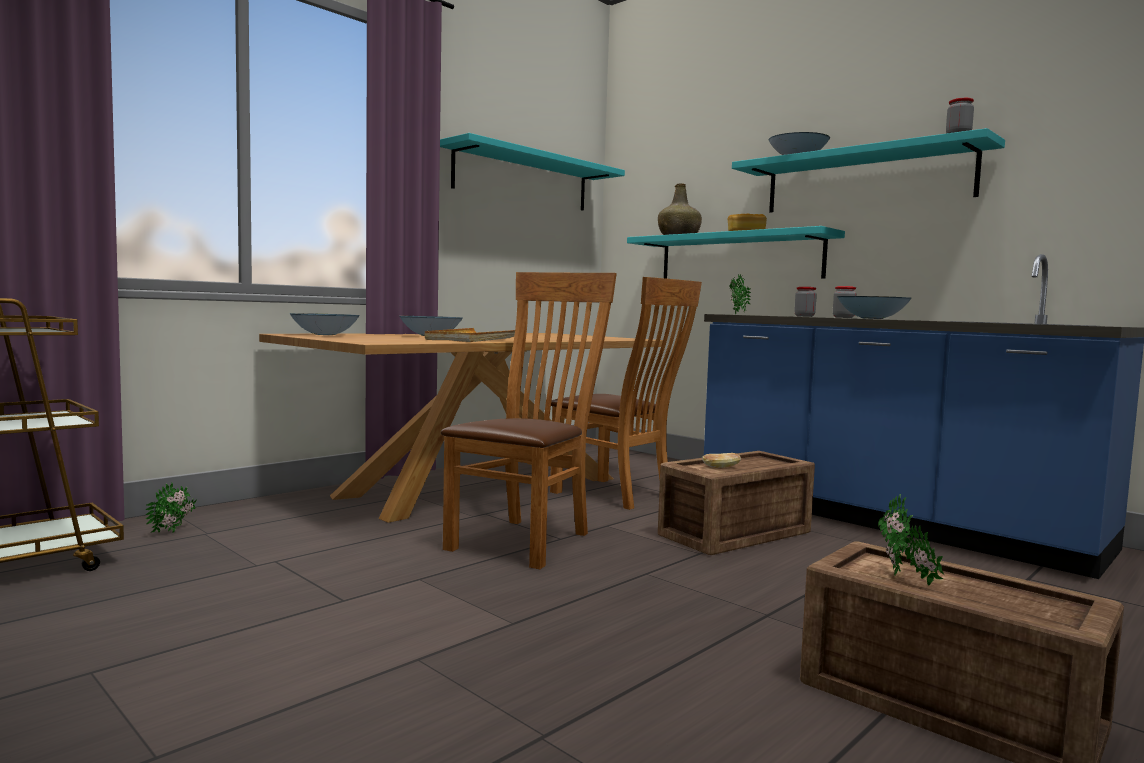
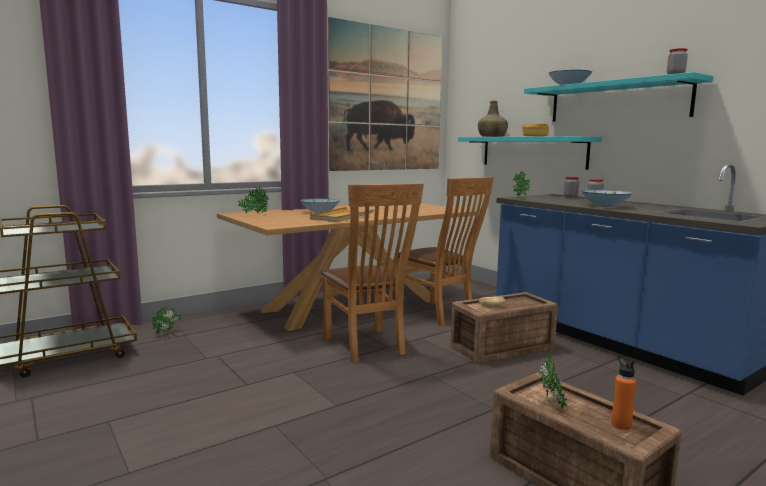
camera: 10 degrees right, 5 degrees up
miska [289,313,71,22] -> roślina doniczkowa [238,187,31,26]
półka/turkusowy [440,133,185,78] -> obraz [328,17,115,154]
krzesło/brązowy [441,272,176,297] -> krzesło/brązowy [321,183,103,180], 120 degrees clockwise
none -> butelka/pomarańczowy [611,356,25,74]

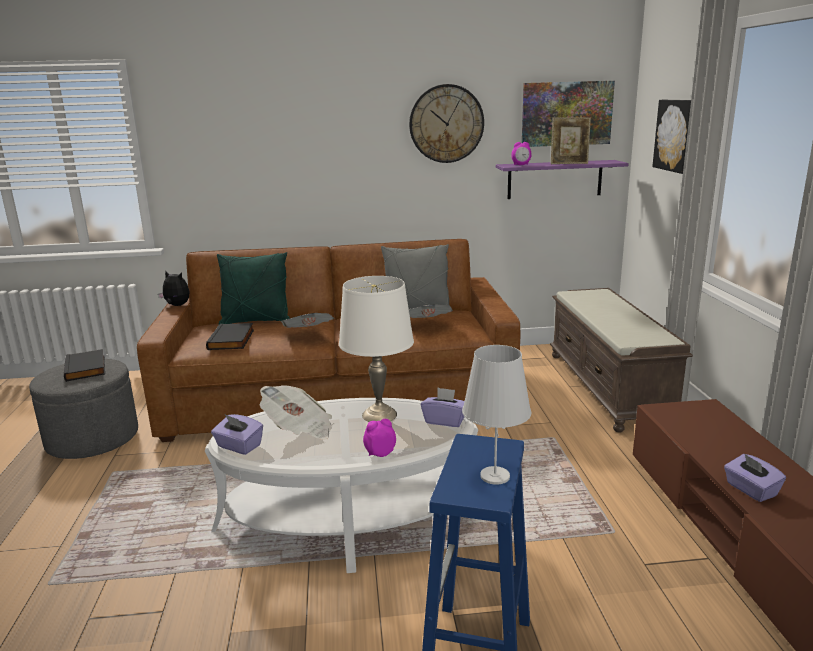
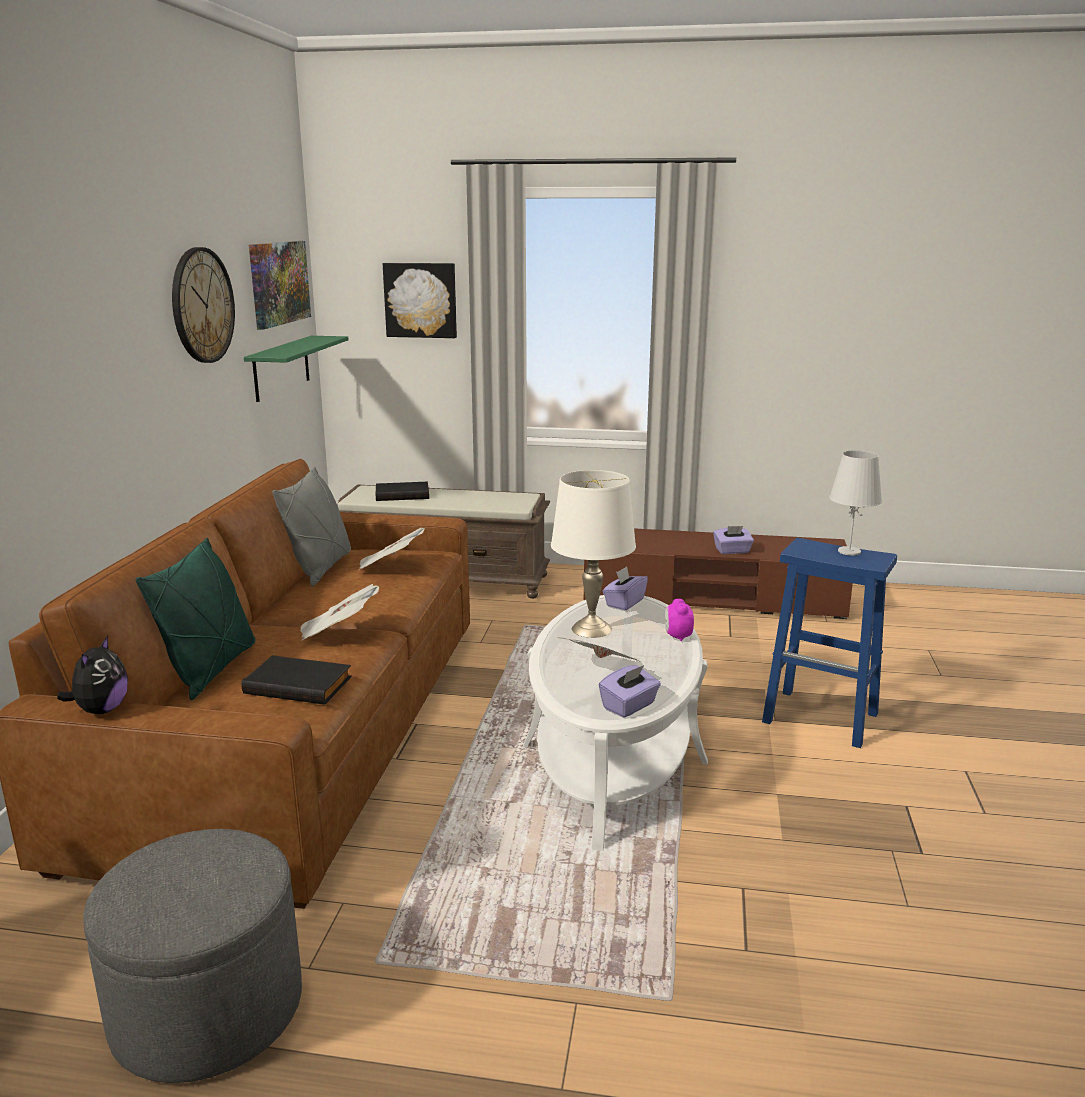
camera: 75 degrees left, 0 degrees up
książka/czarny [64,349,41,33] -> książka/czarny [375,482,54,19], relocated
pluszak [158,270,32,36] -> pluszak [57,635,71,79], 150 degrees clockwise
półka/fioletowy [496,160,133,39] -> półka/zielony [244,336,104,66]
budzik [511,142,21,23] -> none
ramka na zdjęcie [551,117,40,47] -> none

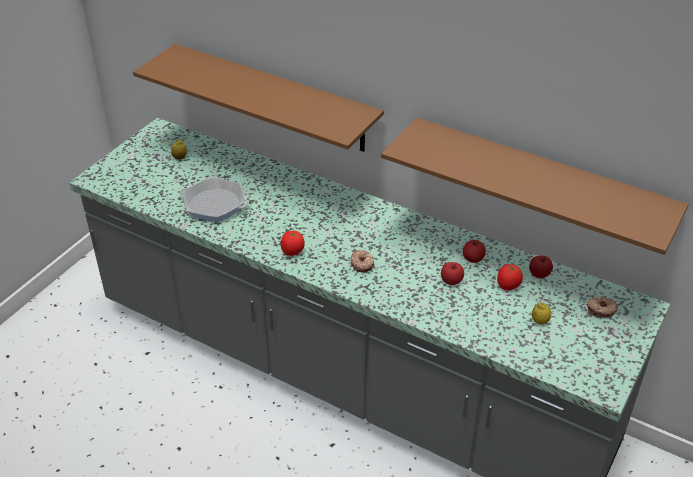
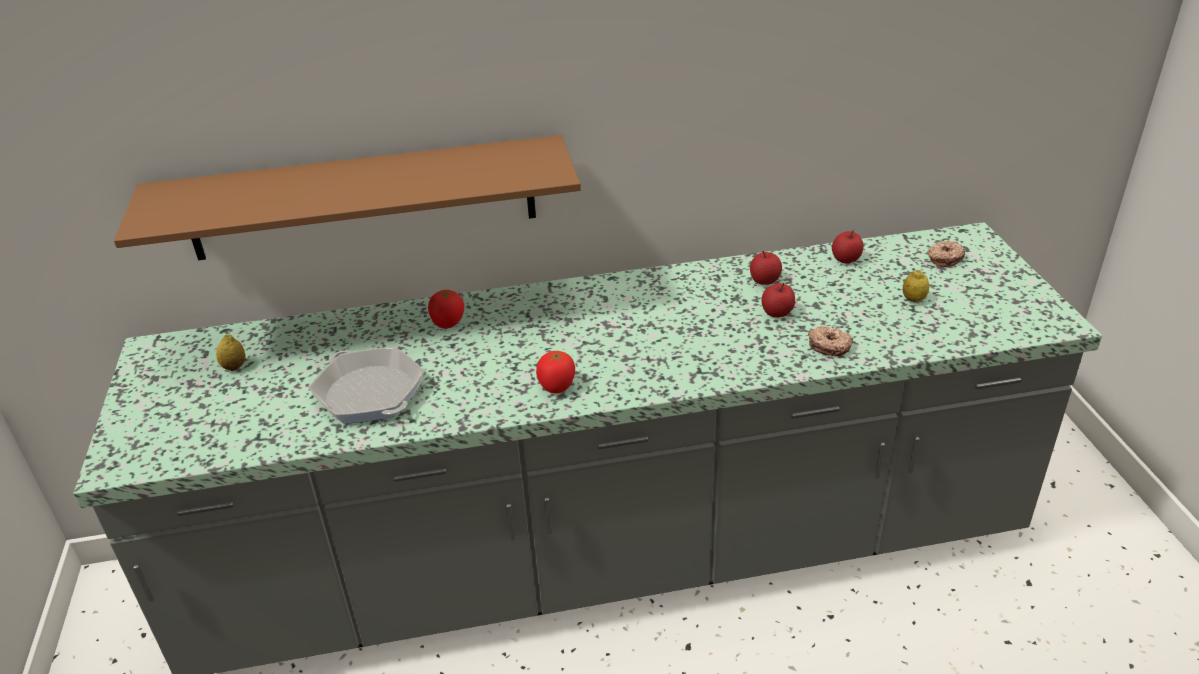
camera: 40 degrees left, 5 degrees down
patelnia [179,178,69,44] -> patelnia [309,347,115,77], 105 degrees counterclockwise
donut [351,250,23,22] -> donut [808,326,45,30], relocated
półka/brązowy [381,117,308,138] -> none
pomidor [497,264,26,26] -> pomidor [428,290,36,39], relocated

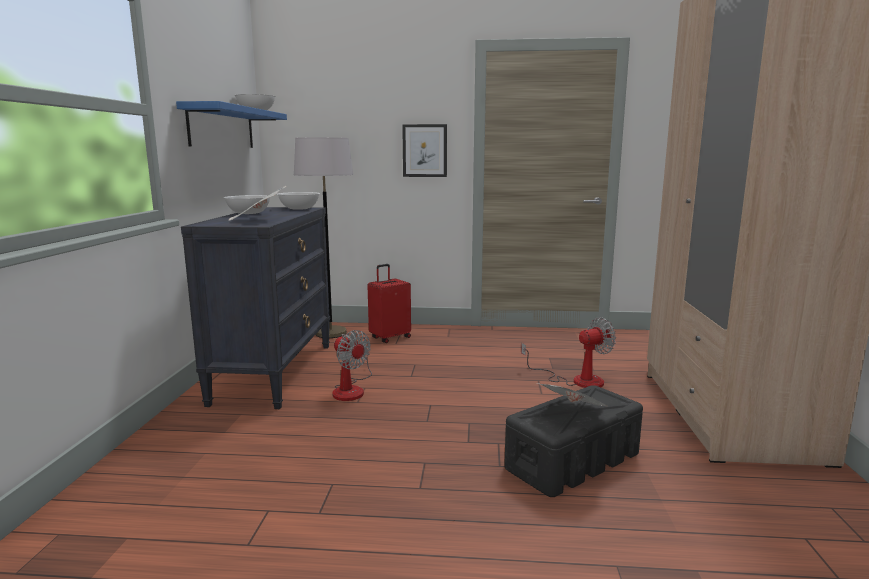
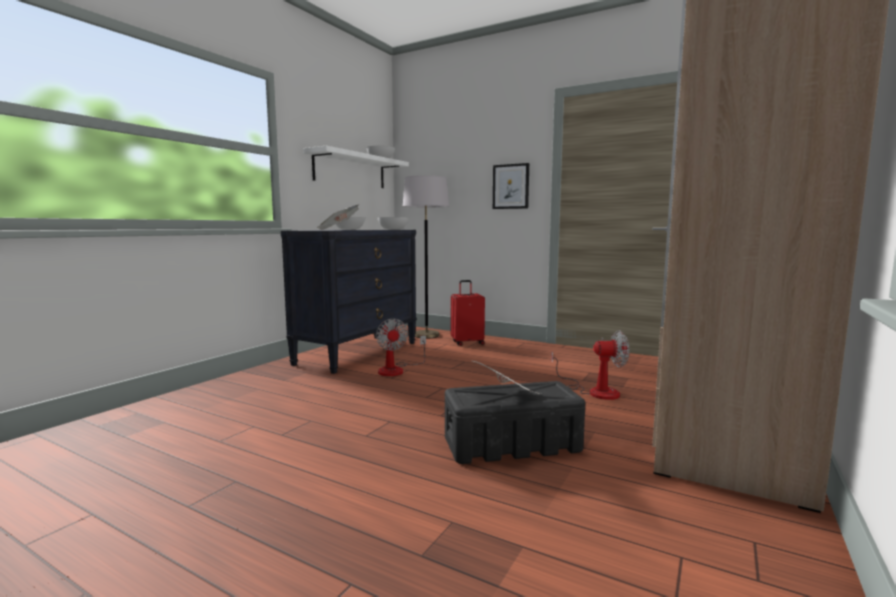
camera: 25 degrees right, 5 degrees down
półka/niebieski [176,101,111,47] -> półka/biały [303,146,106,42]

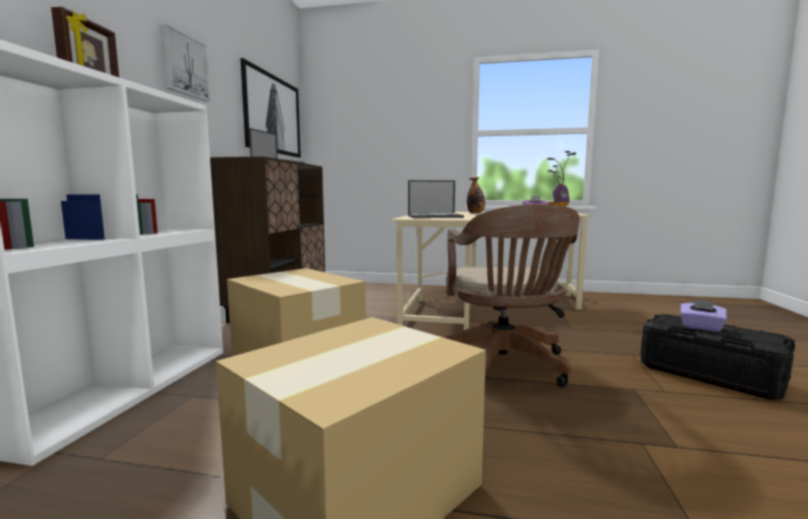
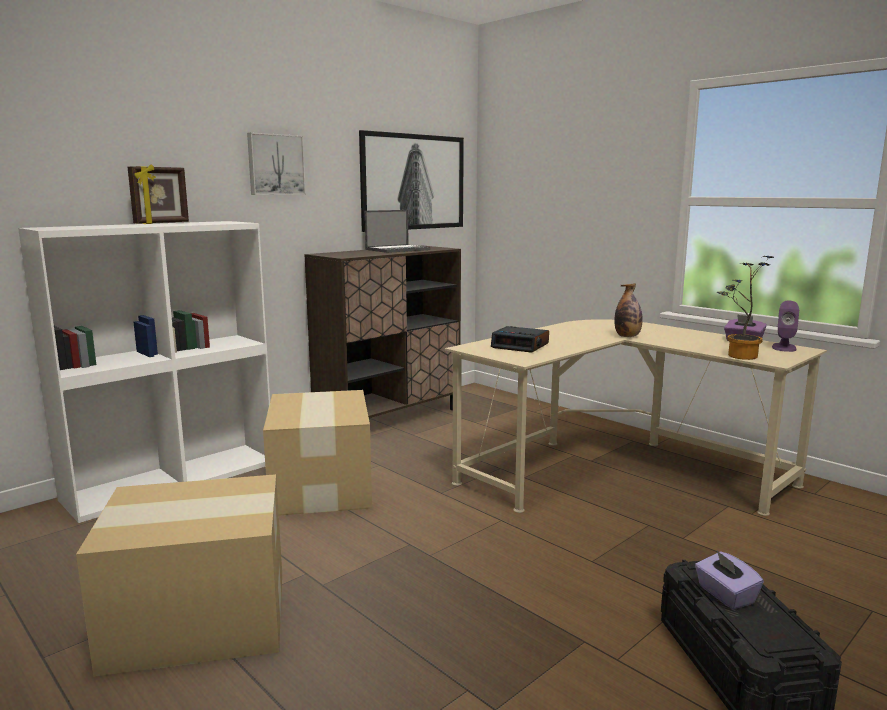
camera: 35 degrees right, 5 degrees up
laptop [408,180,56,38] -> budzik [491,326,58,27]
krzesło biurowe/brązowy [440,204,140,183] -> none

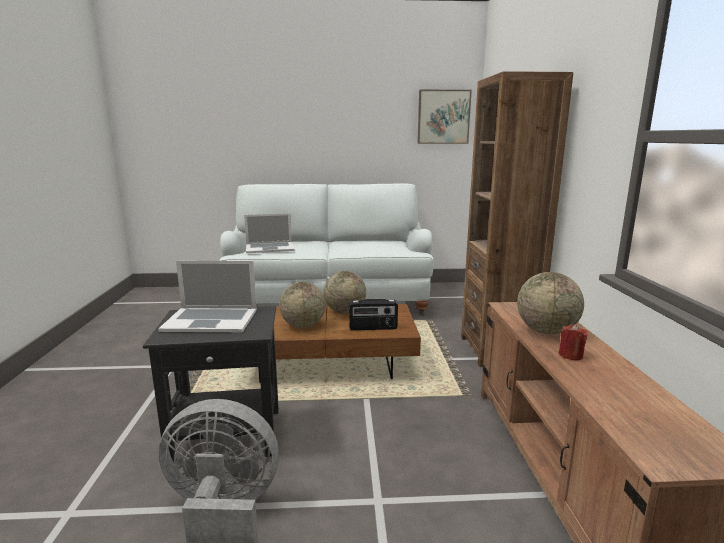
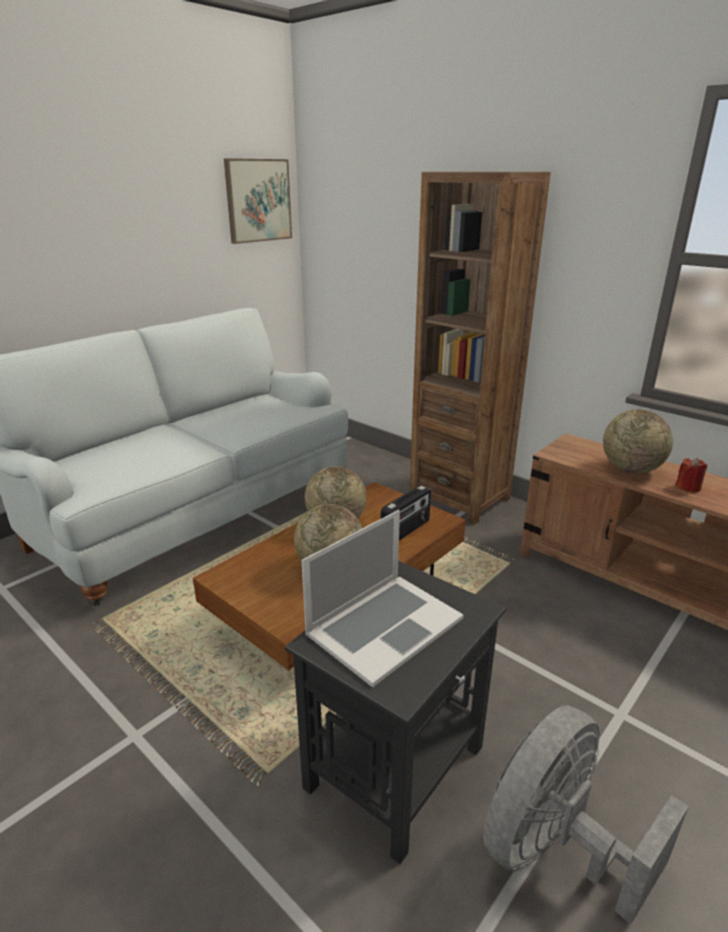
camera: 45 degrees left, 10 degrees up
laptop [244,213,51,40] -> none

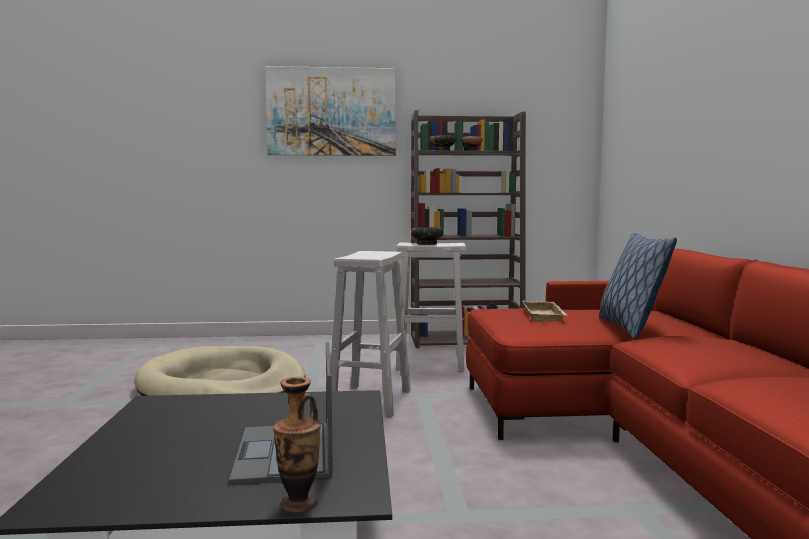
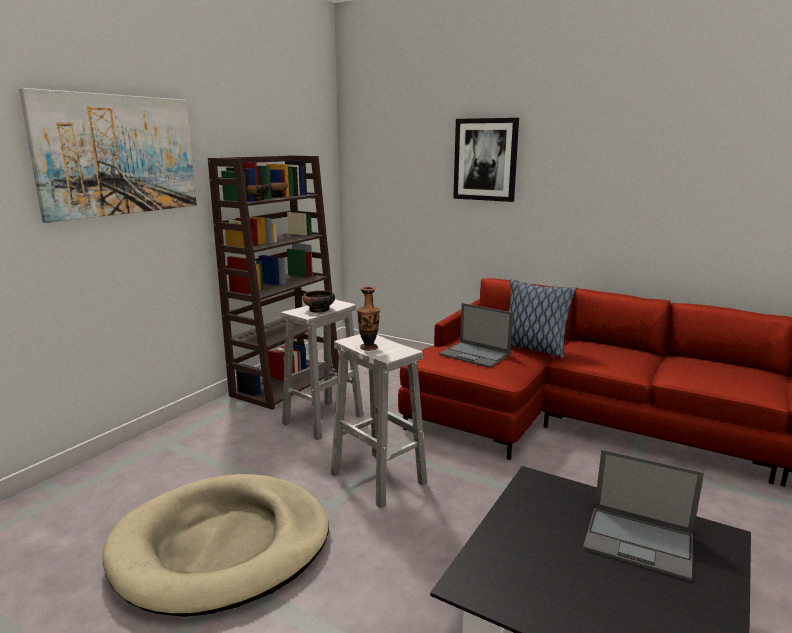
camera: 55 degrees left, 10 degrees up
wazon [273,377,48,136] -> wazon [357,287,23,64], relocated
taca/beżowy [522,301,45,21] -> laptop [439,303,74,65]
none -> obraz [453,118,66,84]

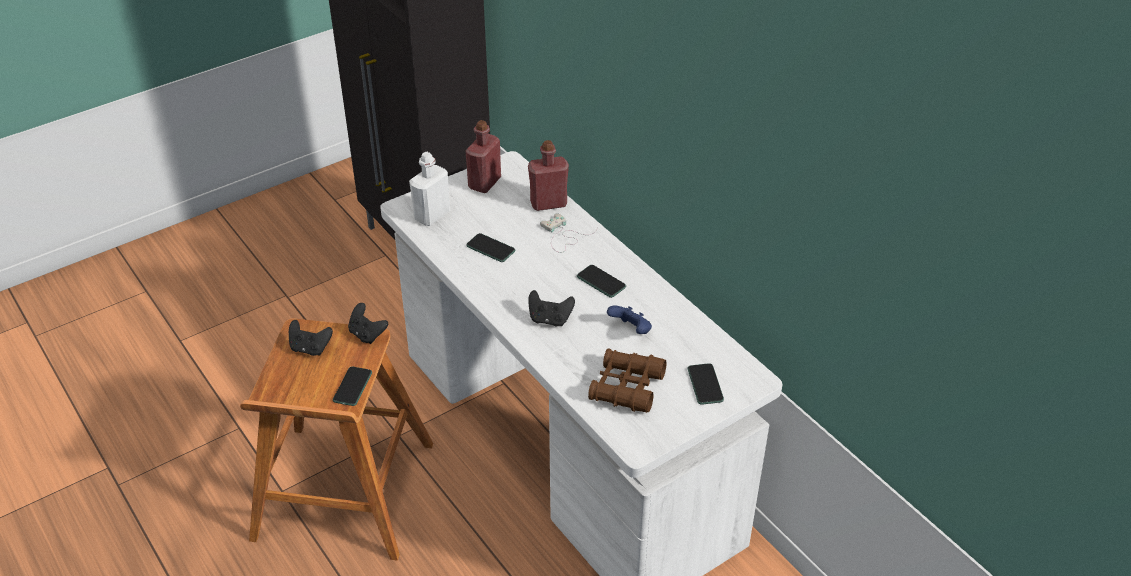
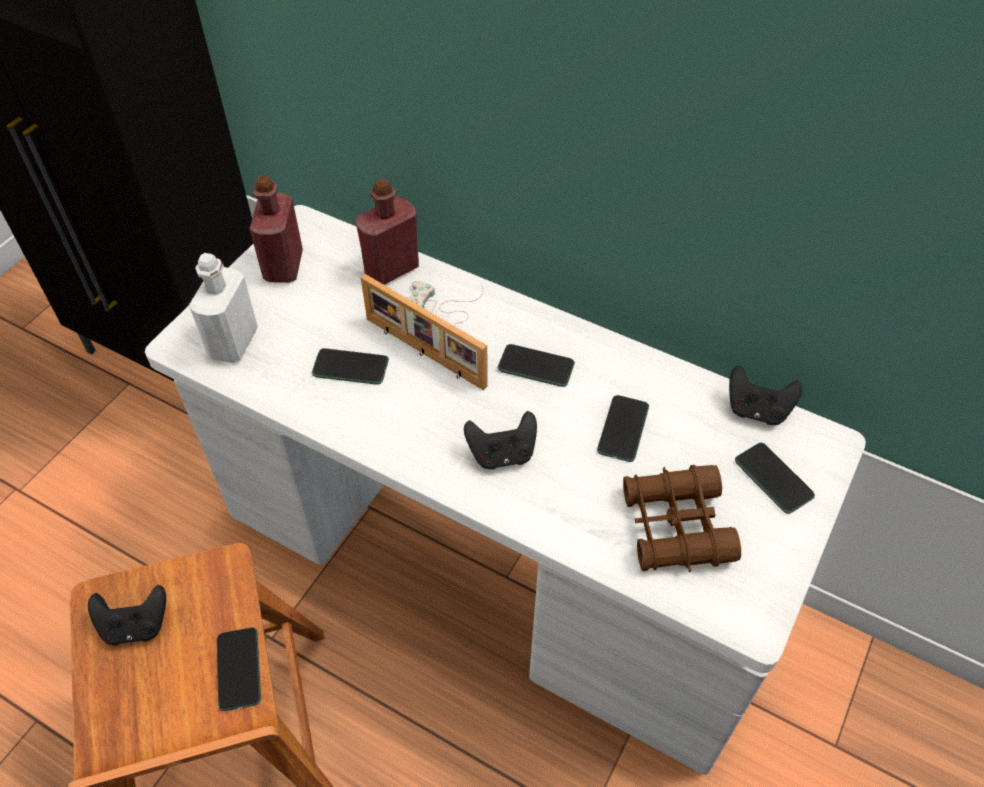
camera: 25 degrees left, 10 degrees up
pad do gier/czarny [348,303,40,41] -> pad do gier/czarny [729,366,73,59], relocated
pad do gier/niebieski [607,306,45,28] -> telefon [597,395,52,67]
none -> ramka na zdjęcie [361,274,127,117]

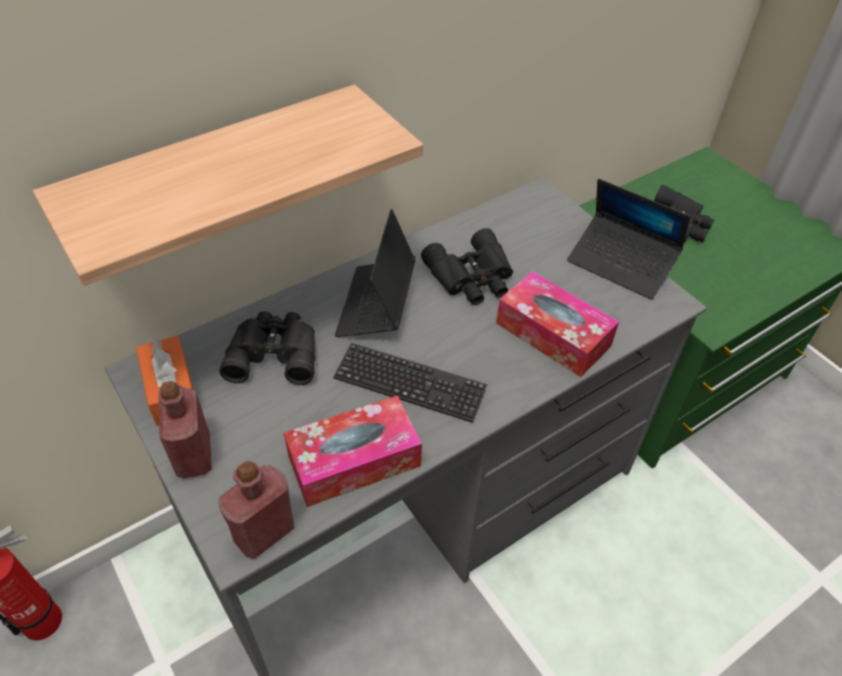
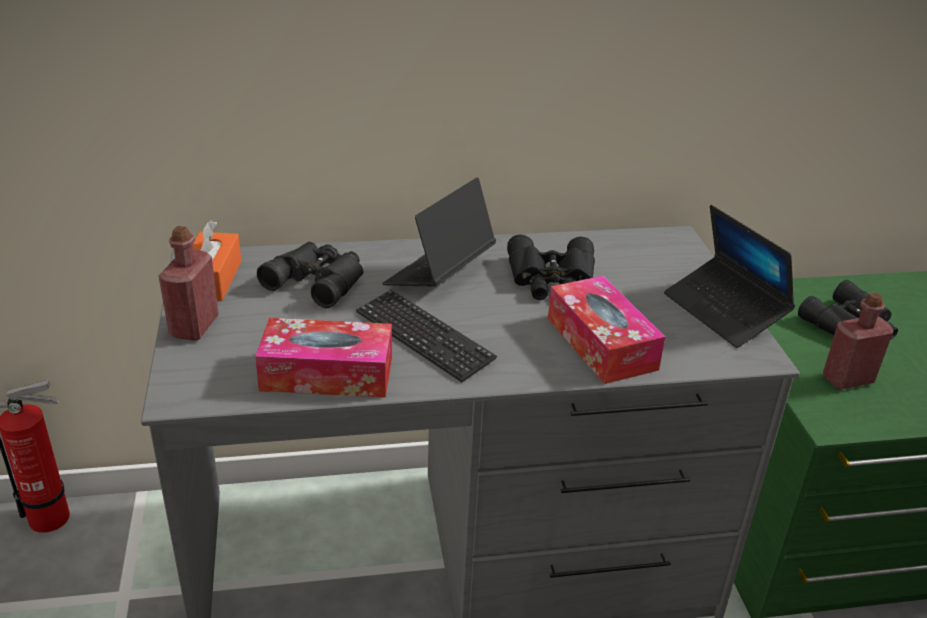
camera: 25 degrees right, 15 degrees down
półka [33,85,390,201] -> none
butelka/czerwony [218,461,76,98] -> butelka/czerwony [823,293,70,97], relocated

